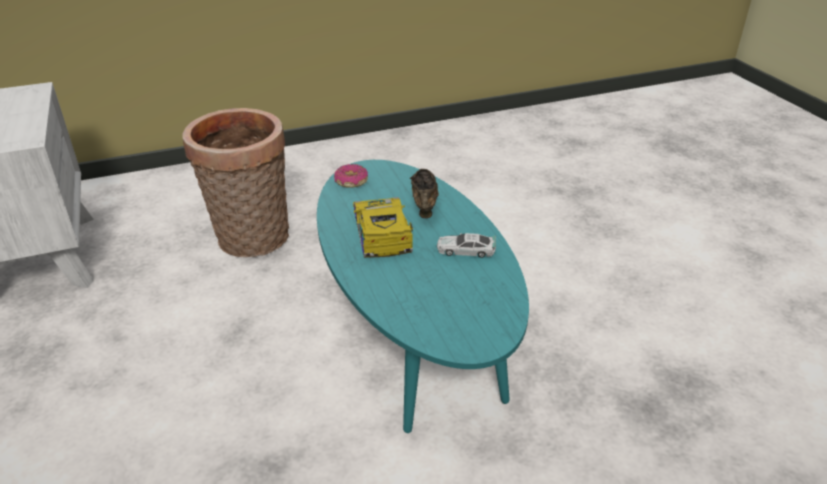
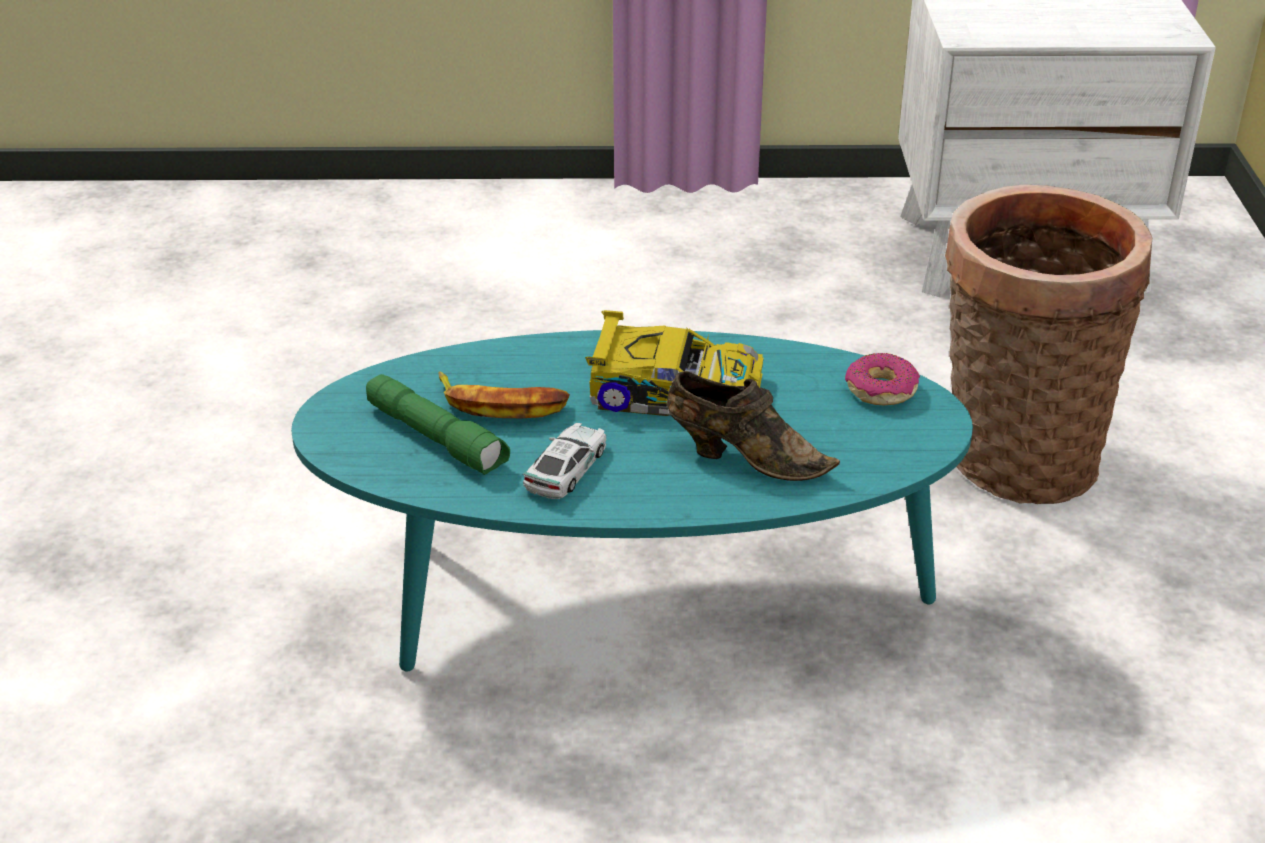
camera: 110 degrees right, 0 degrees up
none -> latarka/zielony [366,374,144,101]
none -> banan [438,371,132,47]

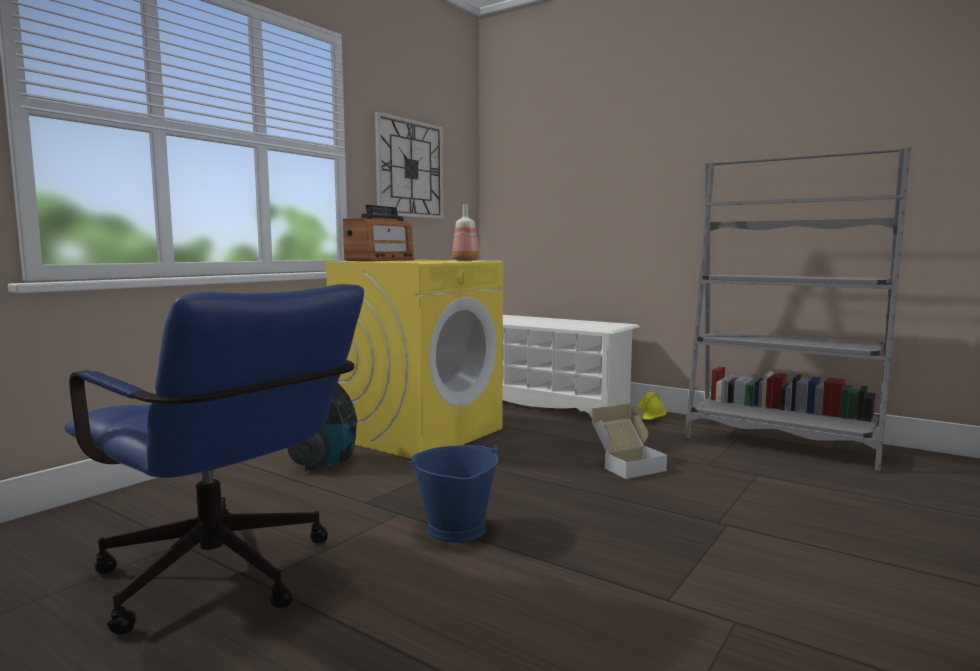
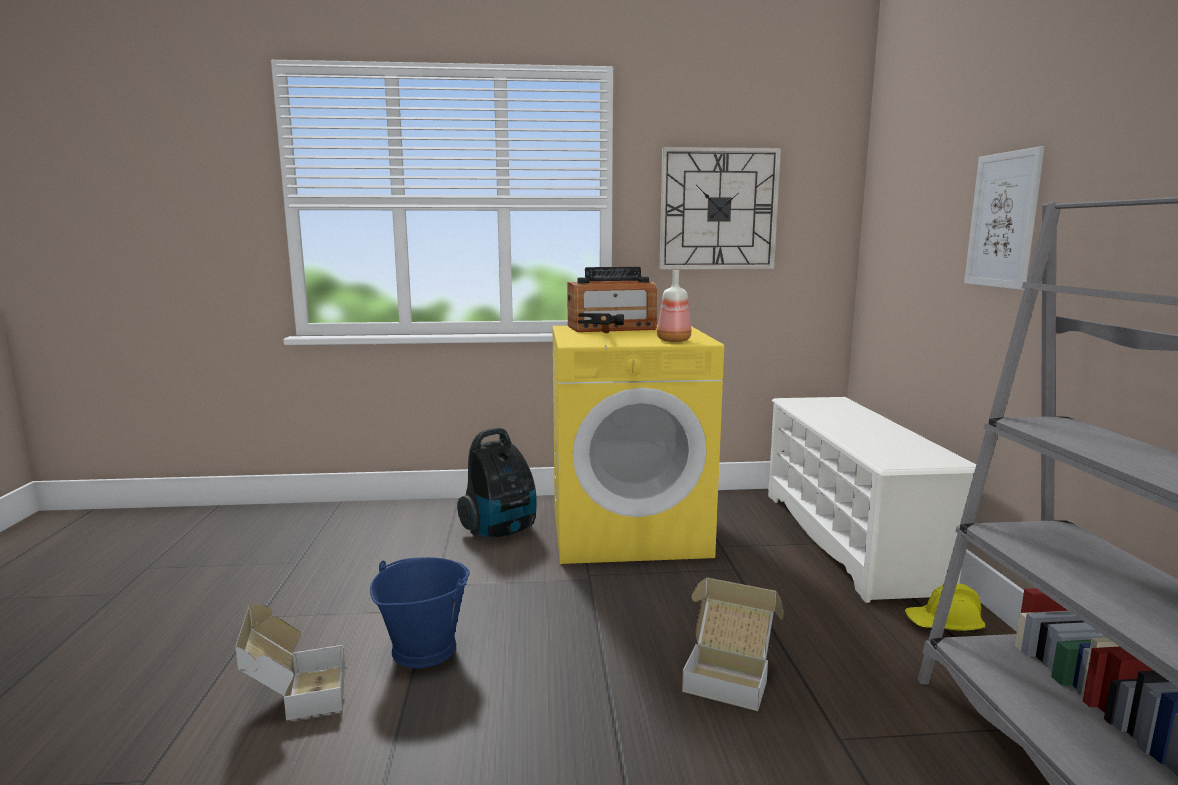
camera: 50 degrees right, 5 degrees up
krzesło biurowe/niebieski [65,284,299,351] -> none
none -> karton [235,604,110,116]
none -> młotek [578,313,46,20]
none -> obraz [964,146,81,144]

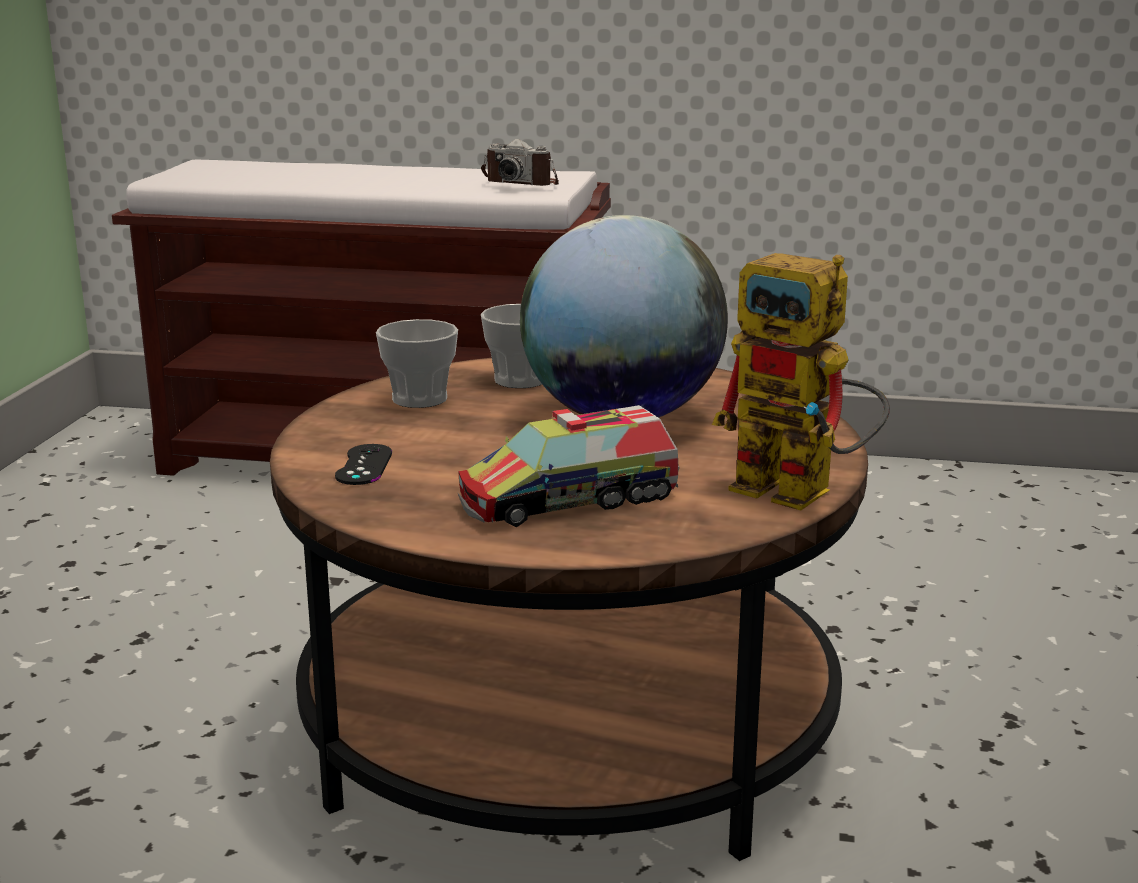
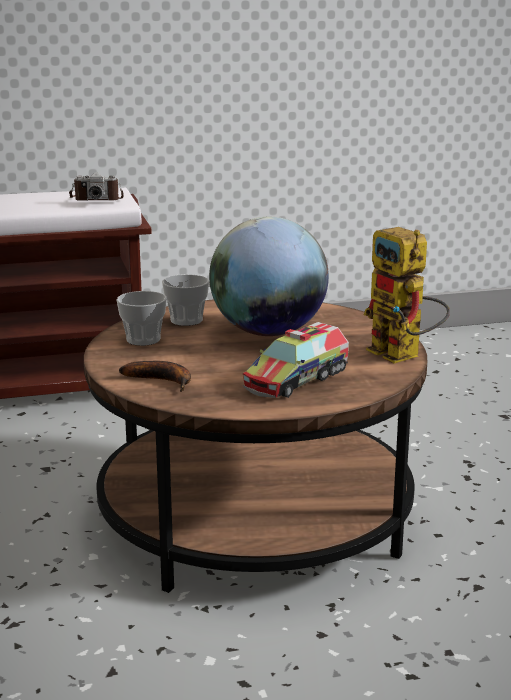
camera: 25 degrees left, 0 degrees up
pad do gier/czarny [335,444,57,41] -> banan [119,361,72,31]
robot zabawkowy [712,253,178,257] -> robot zabawkowy [363,227,87,137], 45 degrees clockwise

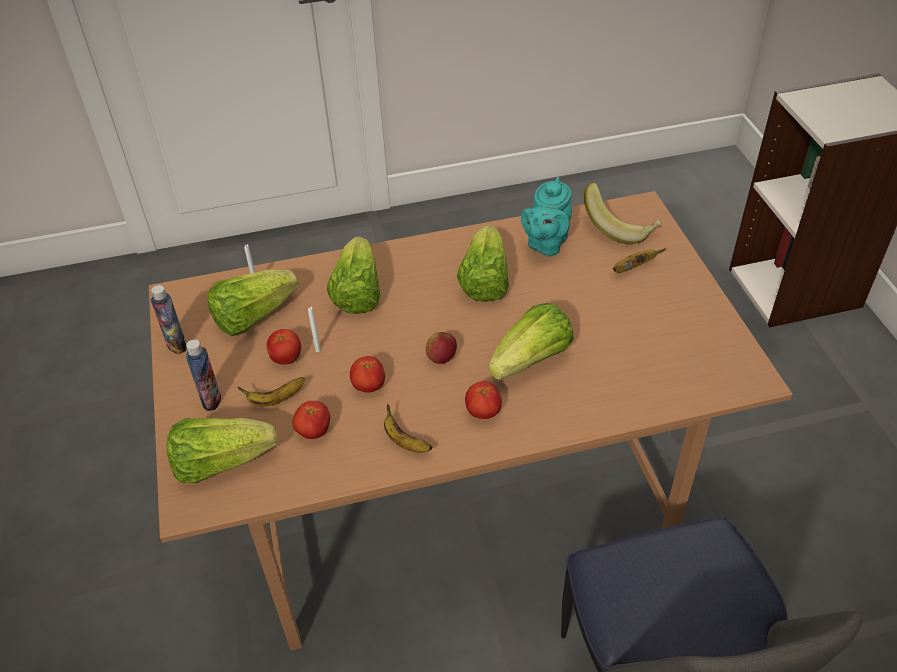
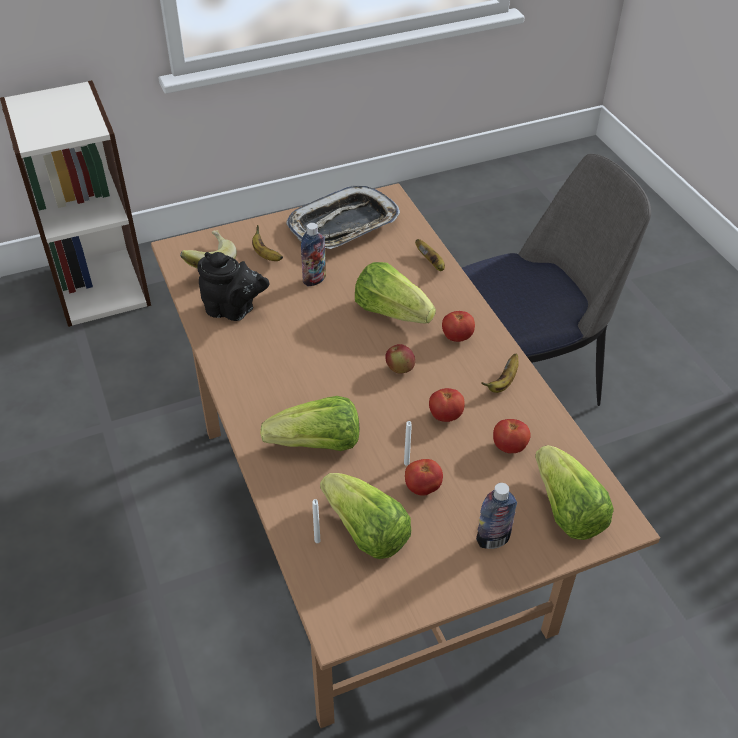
camera: 100 degrees left, 0 degrees up
butelka [151,285,36,69] -> butelka [301,223,25,63], relocated
banan [237,377,68,30] -> banan [415,239,30,32], relocated
sałata [457,225,52,77] -> none
imbryk/turkusowy [521,177,51,80] -> imbryk/czarny [198,252,72,69]
none -> taca [286,186,114,63]

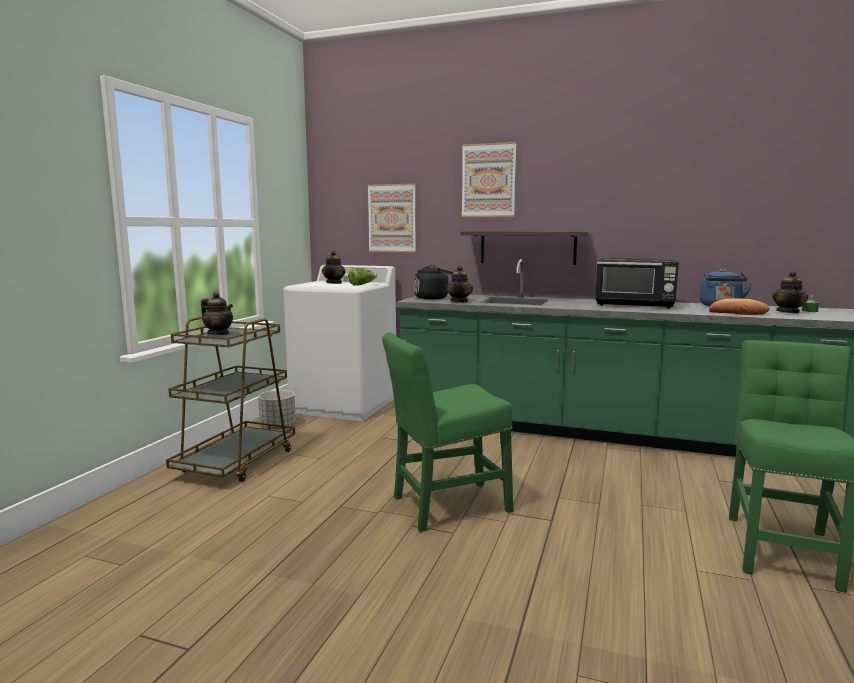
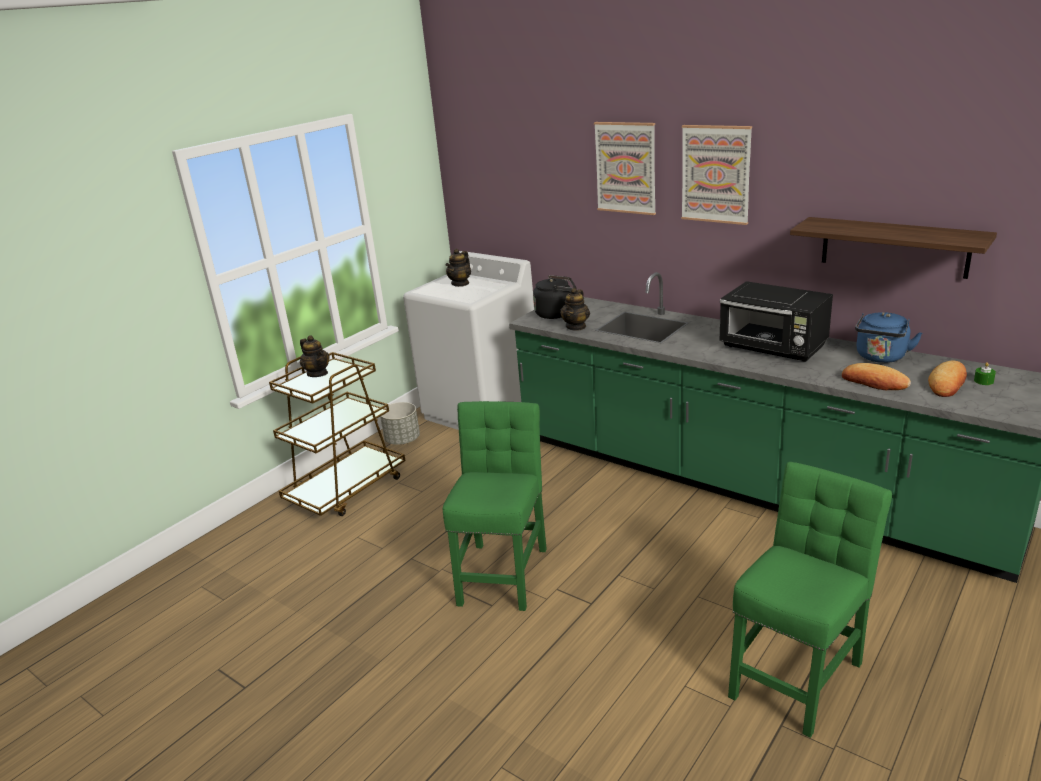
camera: 20 degrees right, 15 degrees up
sałata [348,268,30,18] -> none
obraz [367,184,49,69] -> obraz [681,125,71,100], relocated
krzesło/zielony [382,333,131,199] -> krzesło/zielony [443,401,104,210], 105 degrees clockwise
półka [460,231,131,34] -> półka [790,217,207,62], relocated
imbryk [772,271,36,43] -> chleb [928,360,39,37]

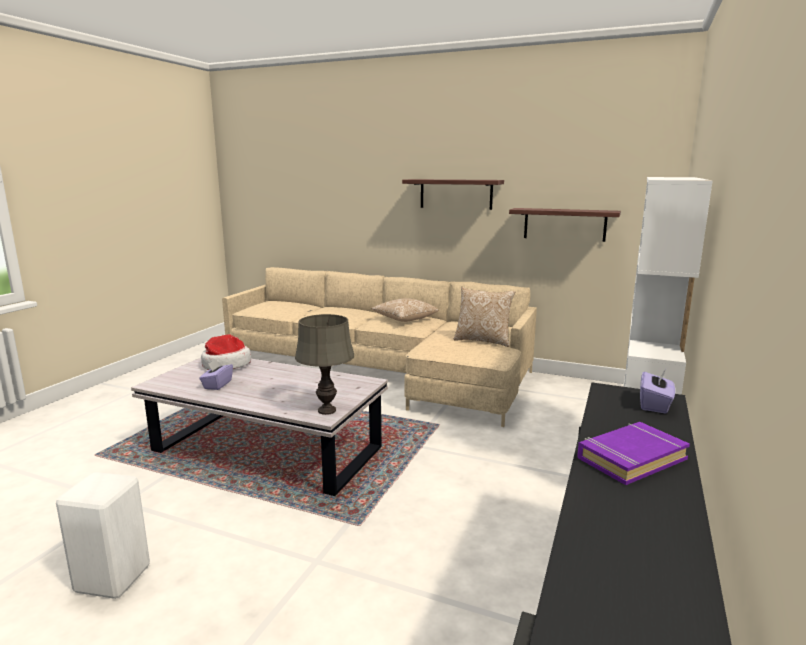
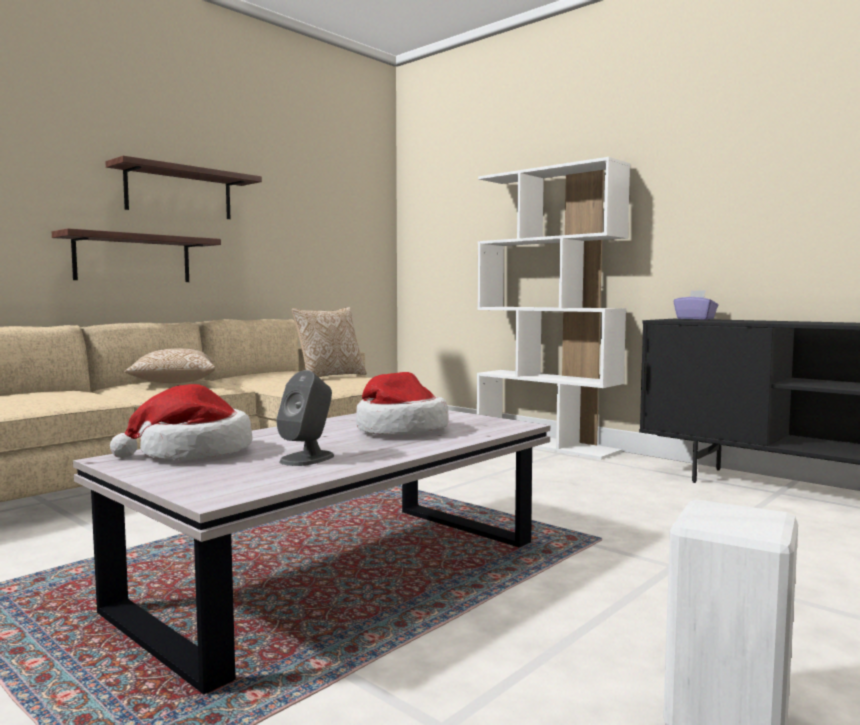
camera: 70 degrees left, 10 degrees down
pudełko chusteczek/fioletowy [199,359,34,31] -> głośnik/szary [276,370,58,96]
lampa stołowa/szary [295,314,59,101] -> none
półka [509,208,112,34] -> półka [52,228,169,54], relocated
książka/fioletowy [577,422,113,63] -> none
none -> kapelusz [356,372,92,63]

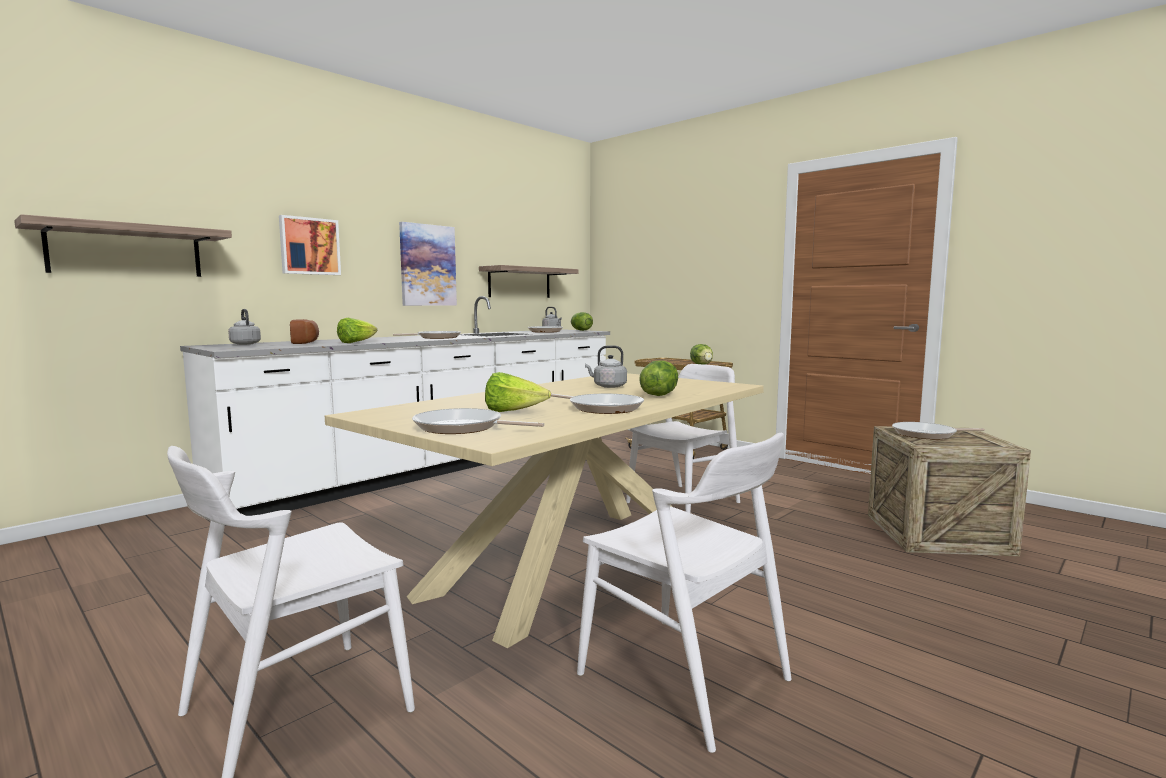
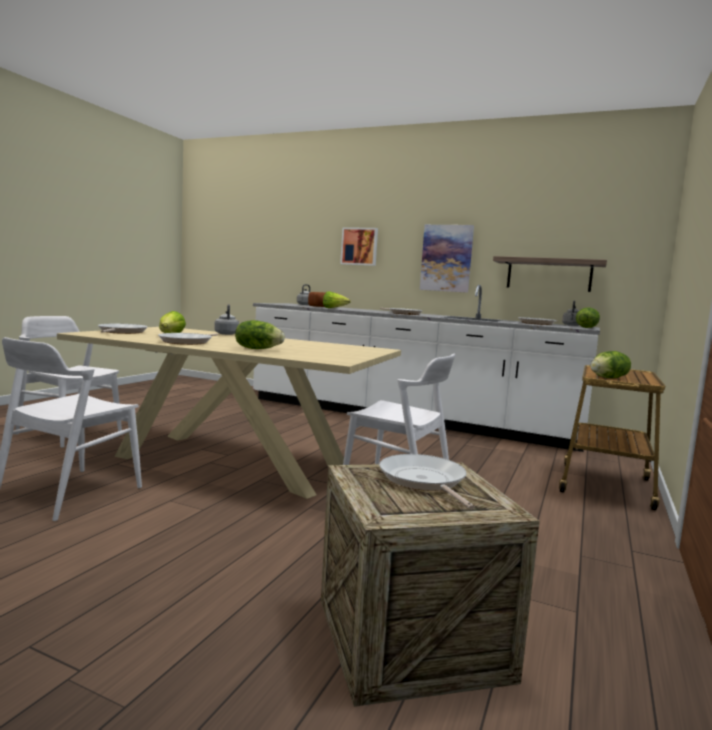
camera: 70 degrees right, 0 degrees up
półka [14,214,218,63] -> none
czajnik/szary [585,345,42,43] -> czajnik/szary [214,304,25,31], relocated

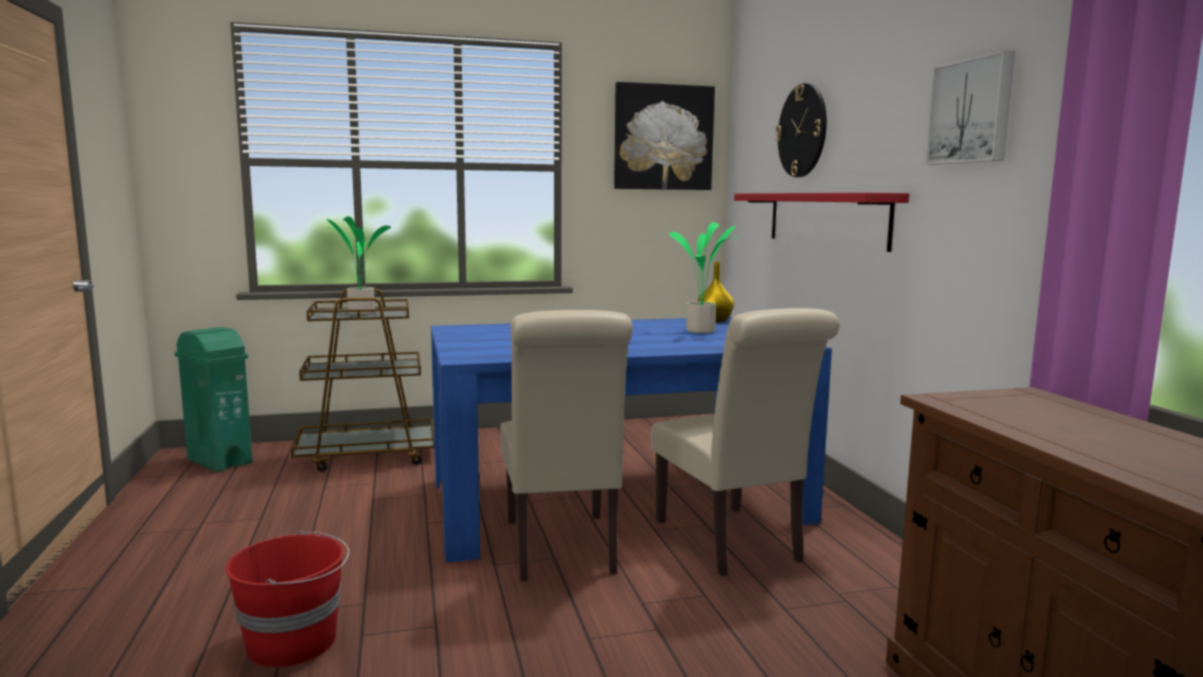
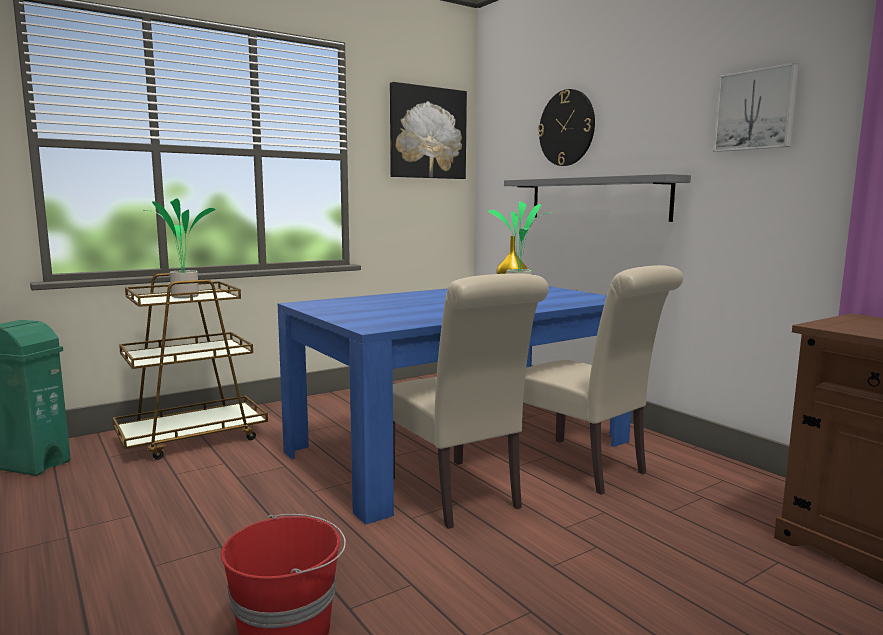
camera: 20 degrees left, 0 degrees up
półka/czerwony [734,193,175,59] -> półka/szary [504,174,187,48]

